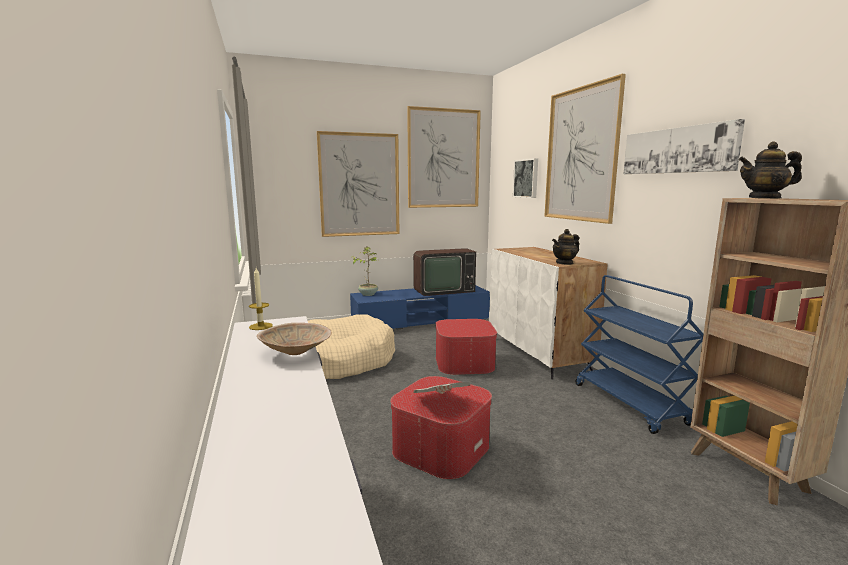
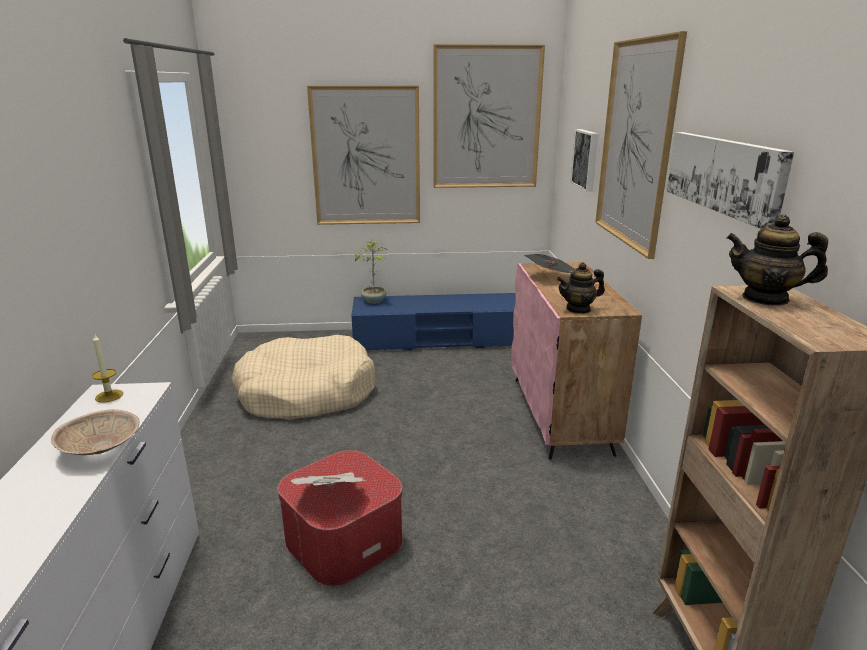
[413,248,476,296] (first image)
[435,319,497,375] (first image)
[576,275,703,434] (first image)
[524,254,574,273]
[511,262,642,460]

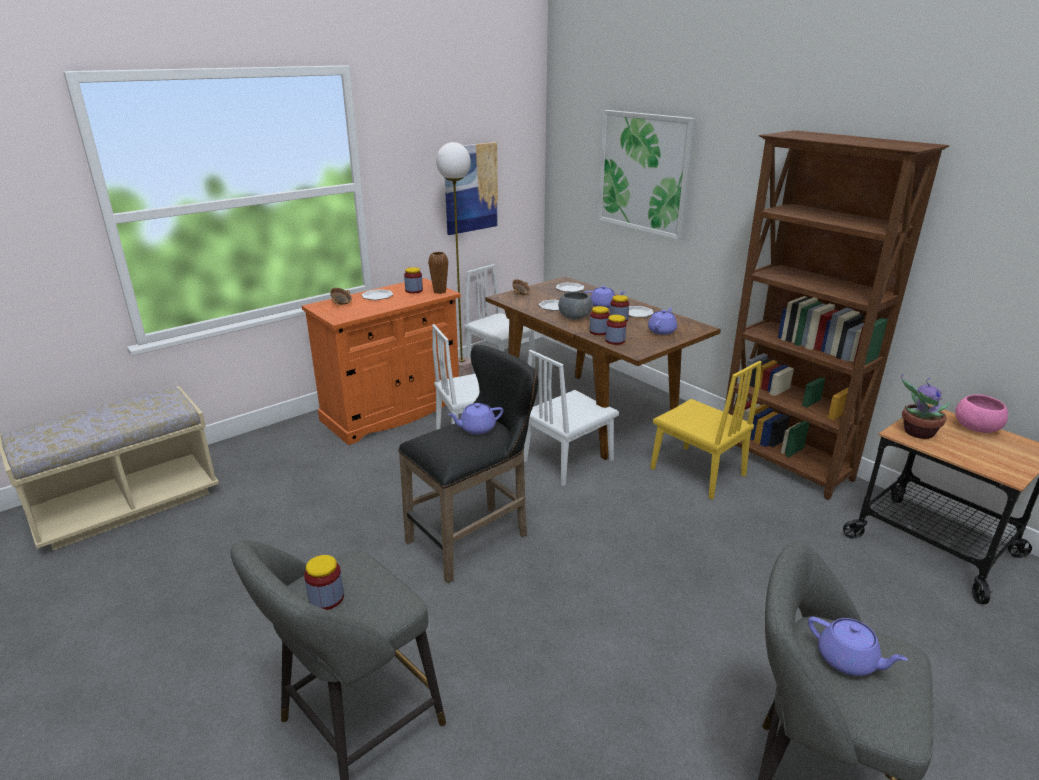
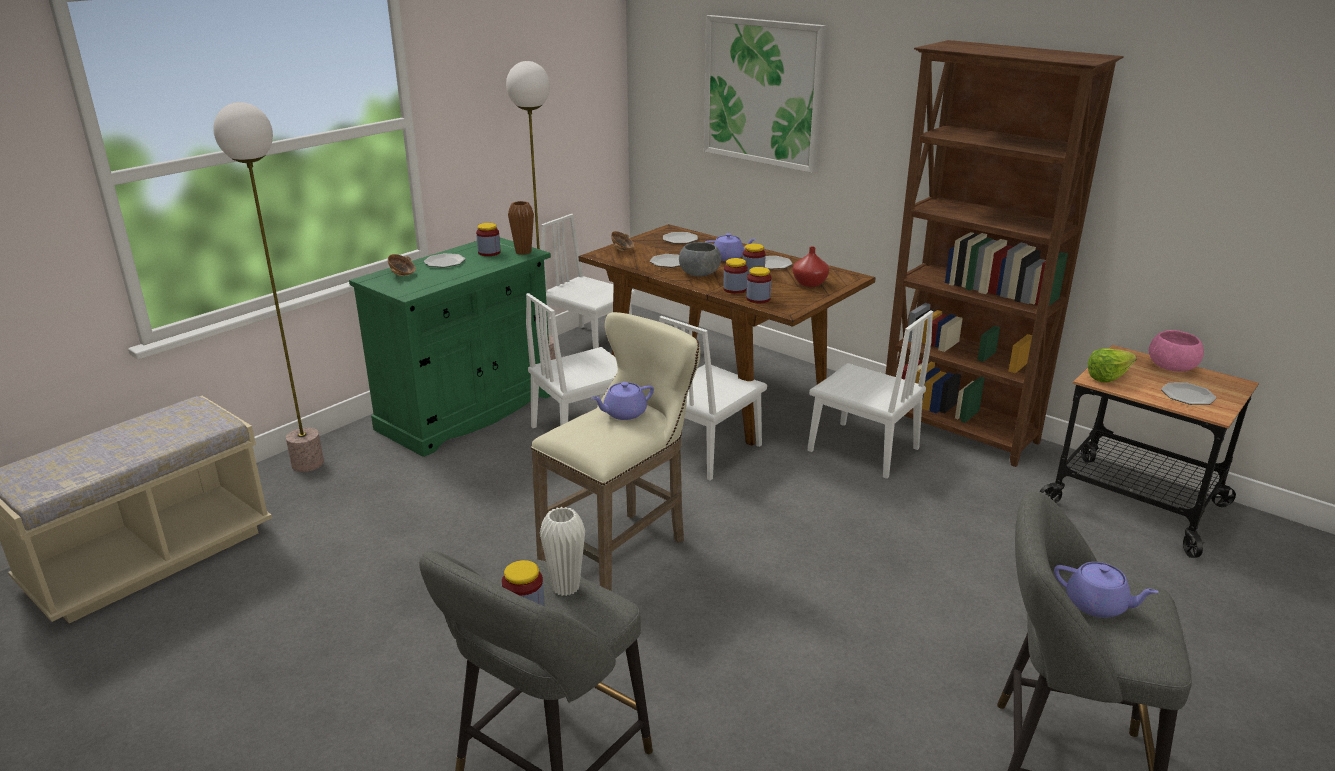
[445,142,498,235] (first image)
[213,102,324,472]
[540,507,585,596]
[1161,383,1216,405]
[793,246,829,287]
[1088,348,1137,383]
[349,237,551,457]
[531,312,700,591]
[808,310,933,479]

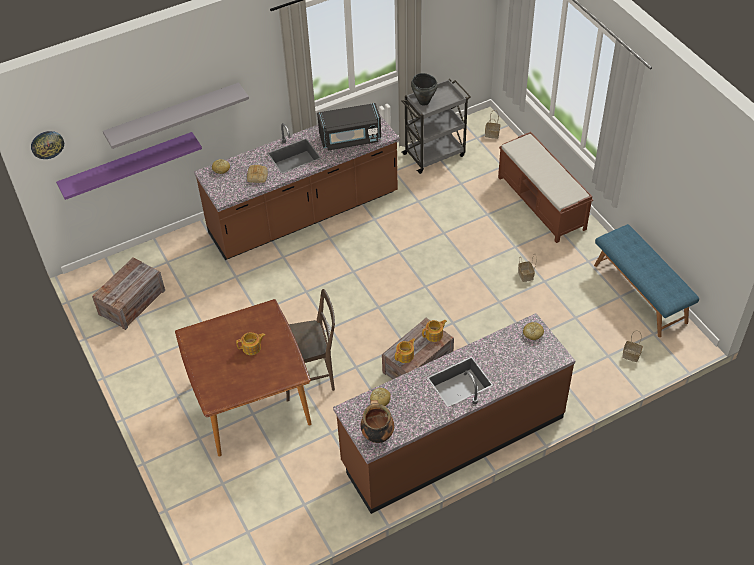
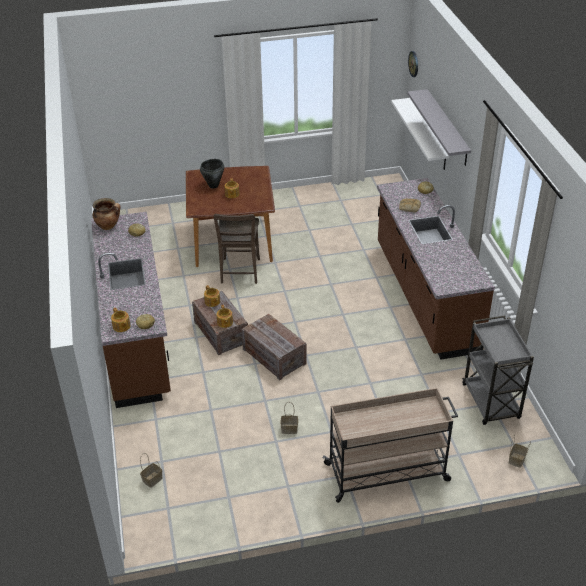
[317,103,381,151] (first image)
[594,224,699,337] (first image)
[111,308,130,332]
[242,314,307,380]
[200,159,224,189]
[322,388,458,503]
[391,98,449,170]

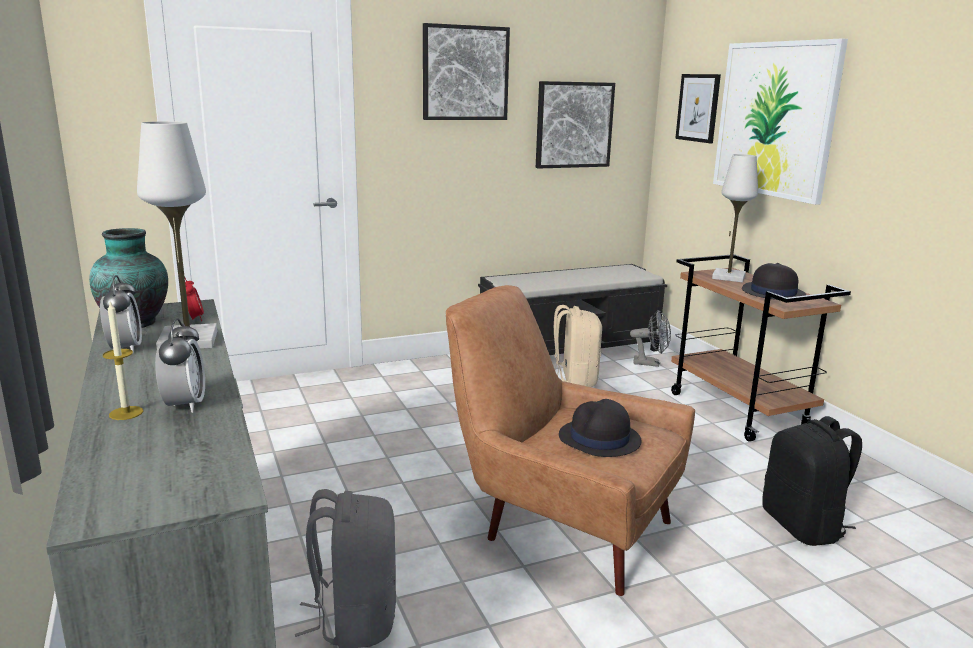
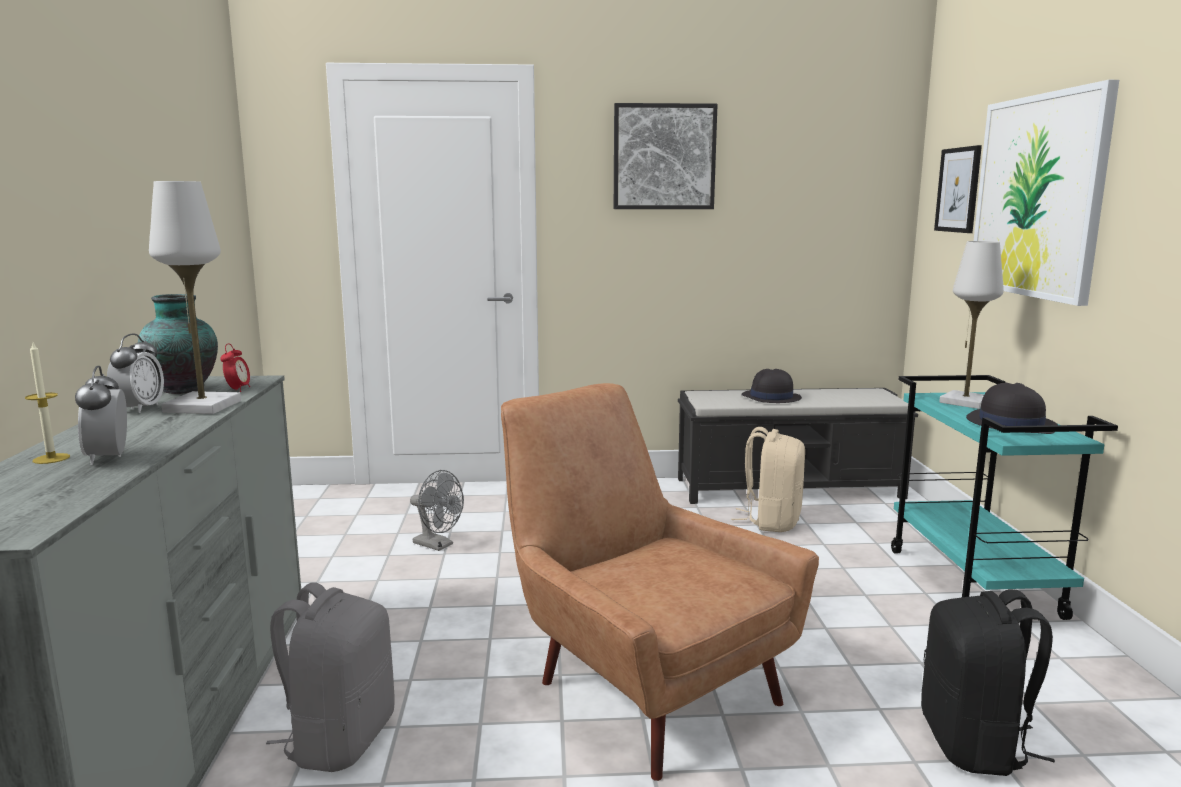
[536,81,615,169] (first image)
[742,369,802,403]
[410,470,464,551]
[891,375,1118,620]
[75,366,127,465]

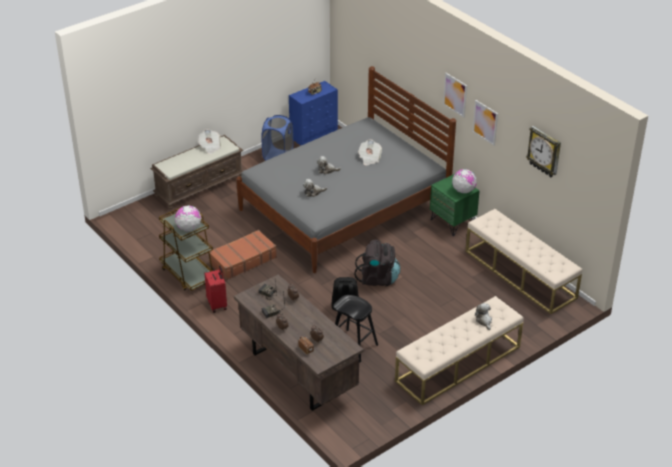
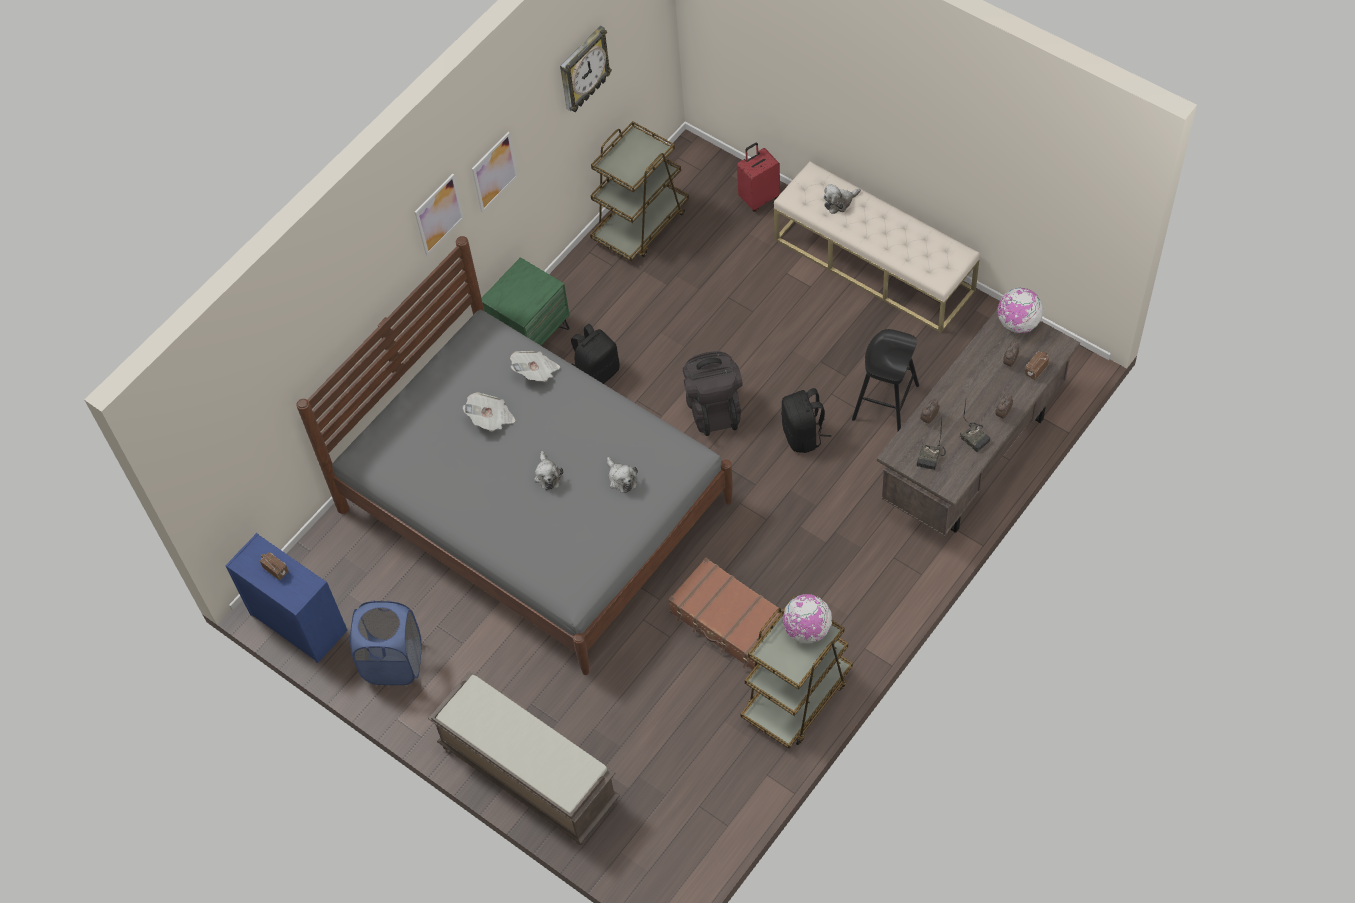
[571,324,620,384]
[510,351,560,382]
[737,142,780,212]
[998,288,1043,333]
[590,121,689,261]

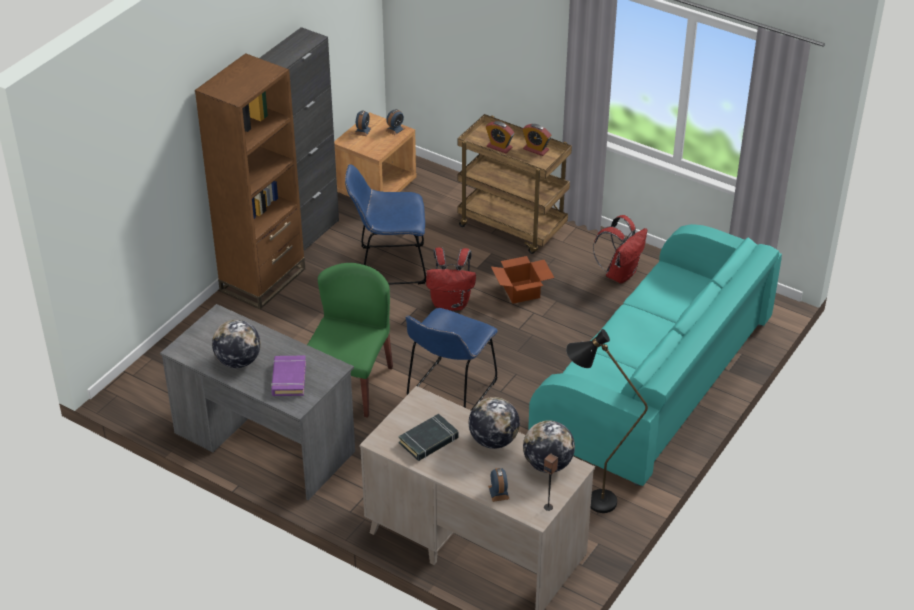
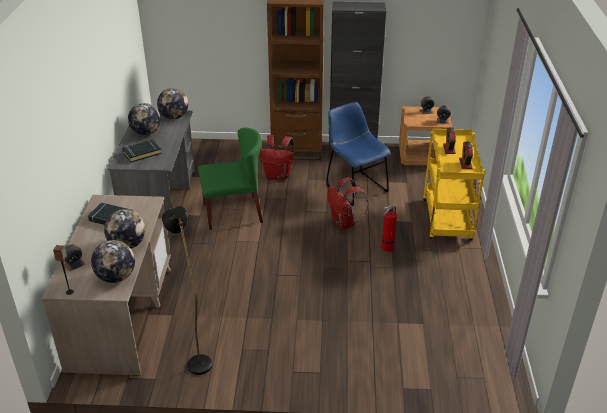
[406,308,498,411] (first image)
[528,224,782,486] (first image)
[157,88,188,119]
[260,135,294,180]
[382,205,397,252]
[122,139,162,163]
[423,129,485,240]

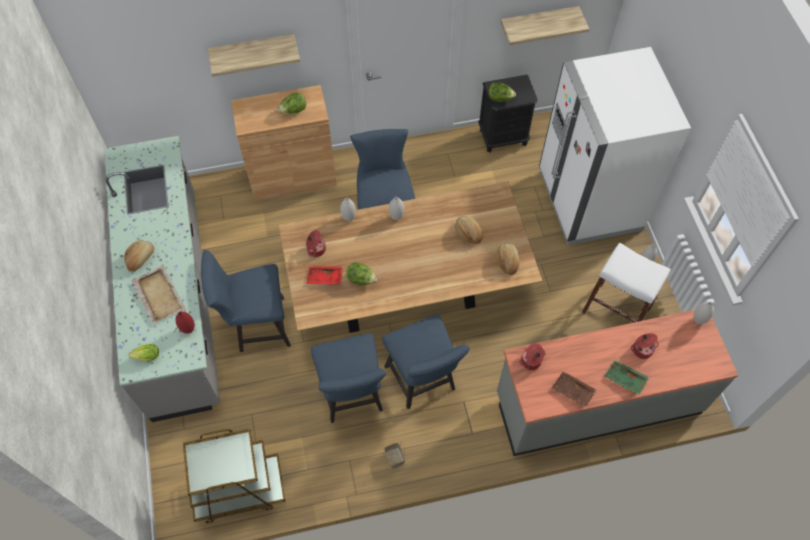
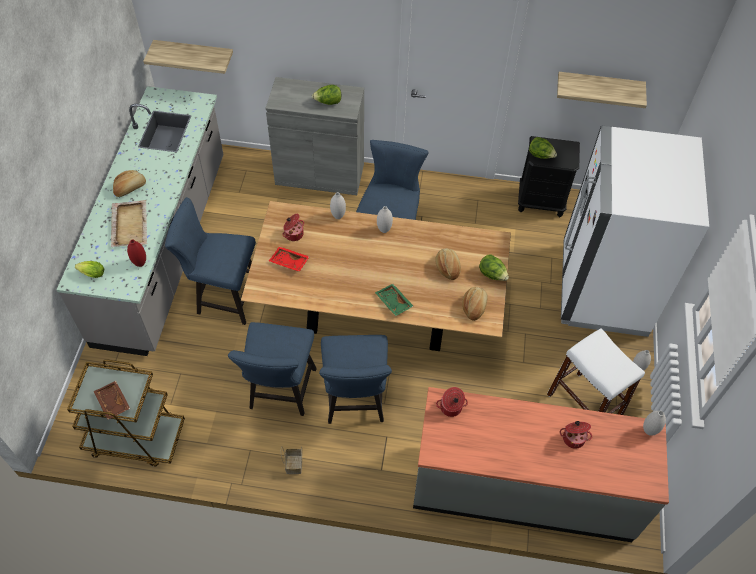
[143,40,233,74]
[479,254,509,281]
[94,381,130,420]
[375,284,413,316]
[265,77,364,195]

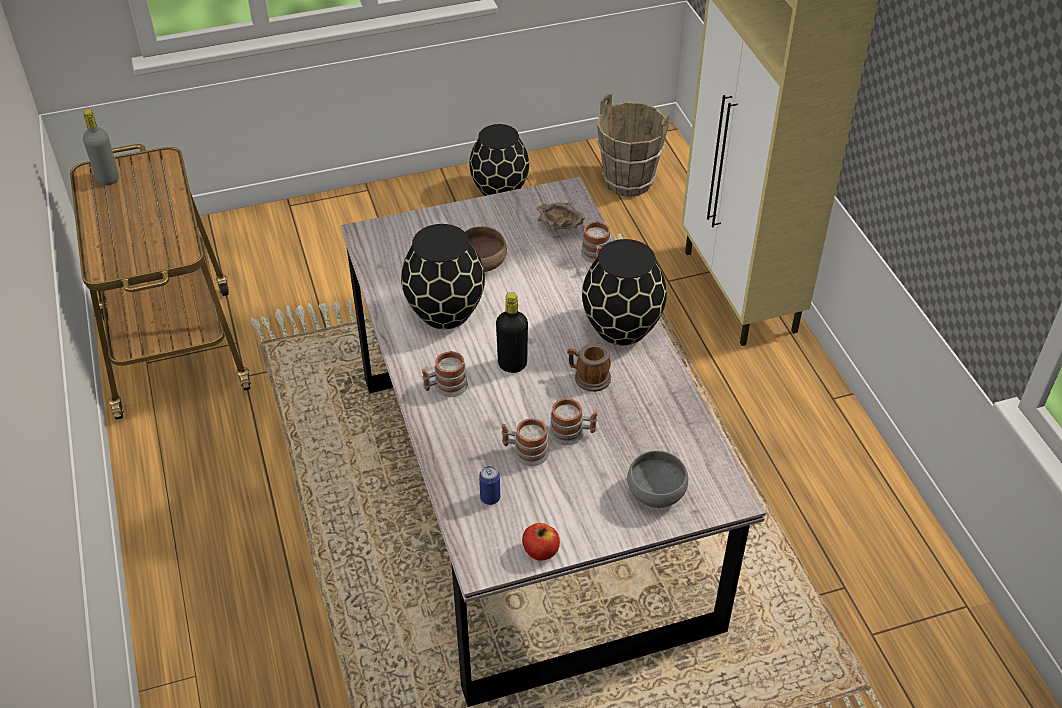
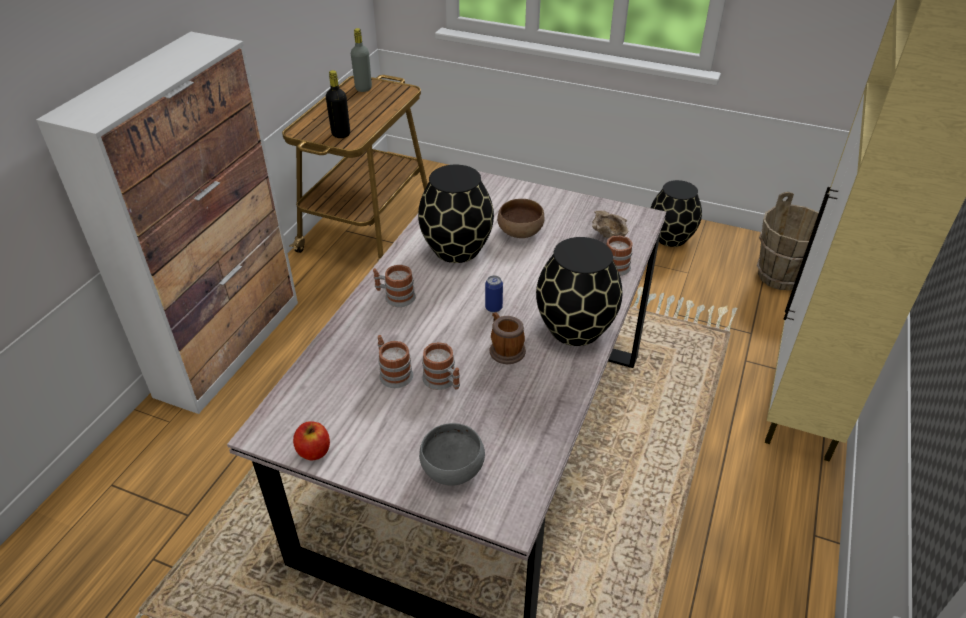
[36,32,298,414]
[485,275,503,313]
[326,70,350,138]

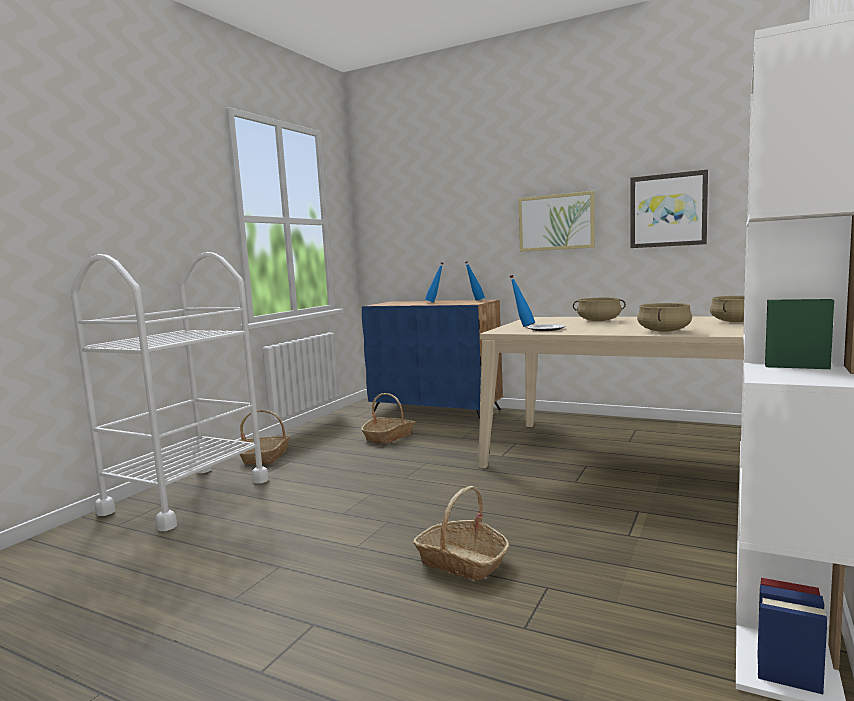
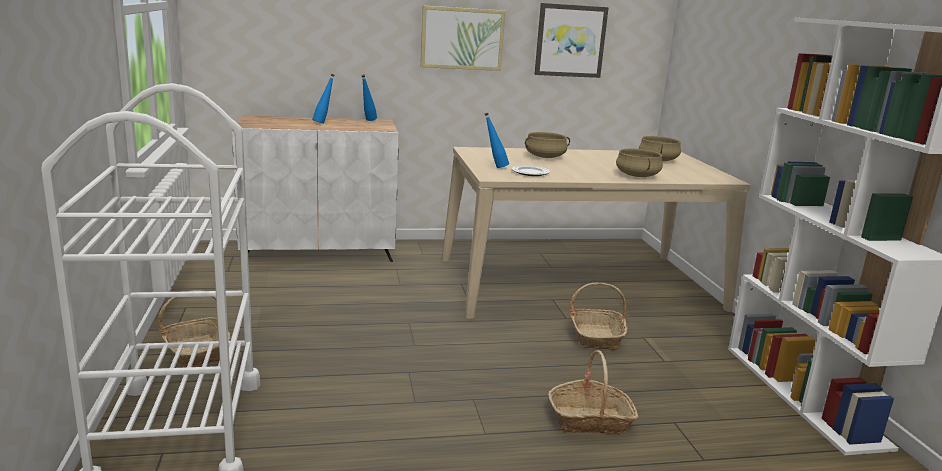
[570,283,628,350]
[232,115,398,262]

